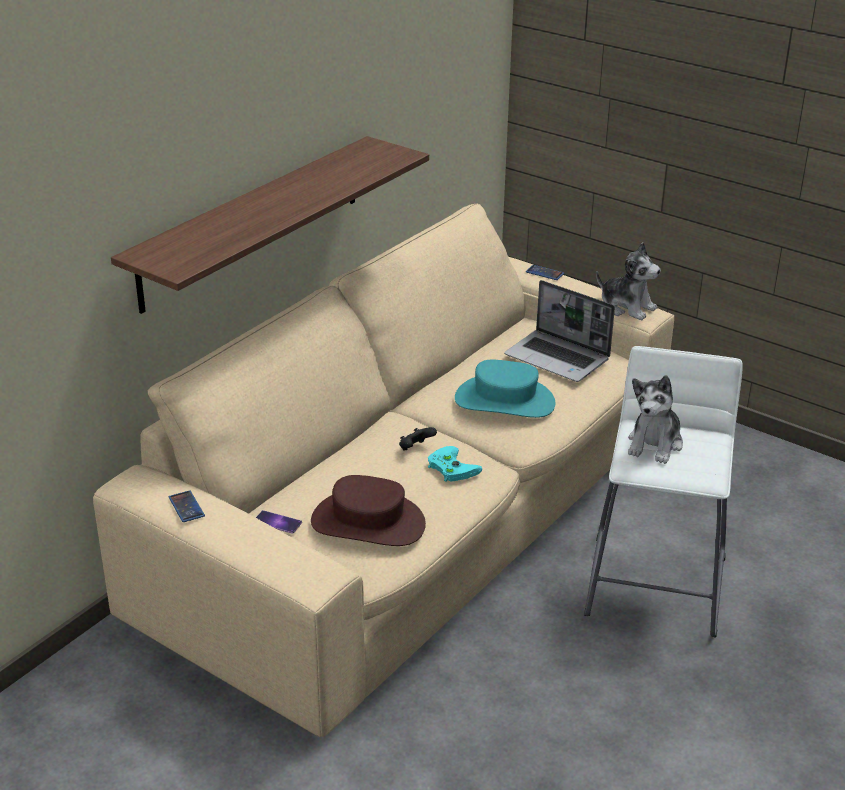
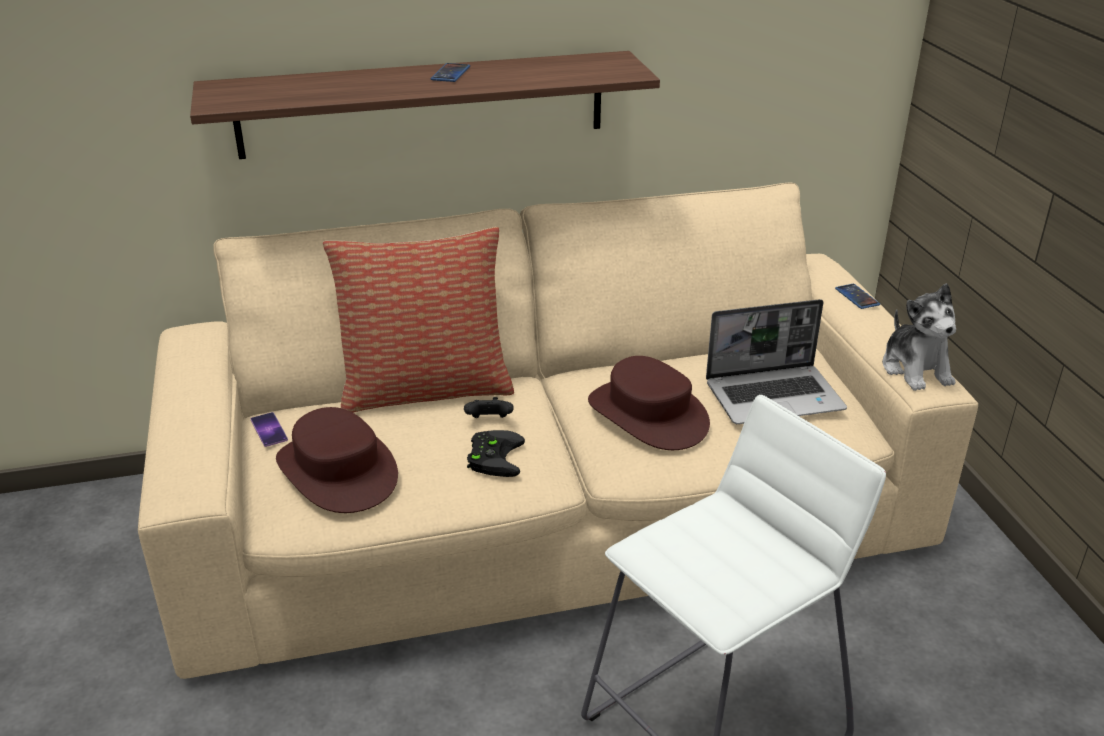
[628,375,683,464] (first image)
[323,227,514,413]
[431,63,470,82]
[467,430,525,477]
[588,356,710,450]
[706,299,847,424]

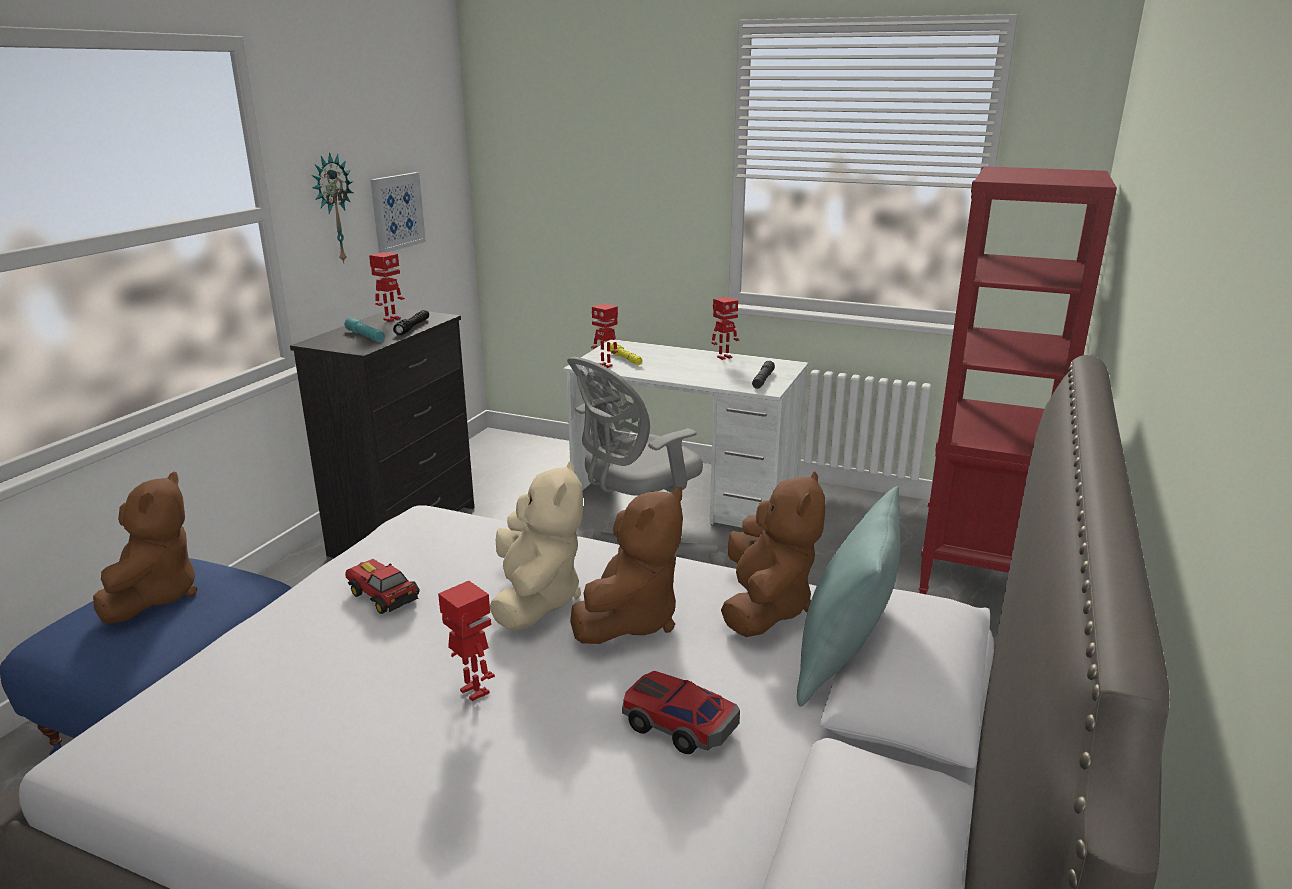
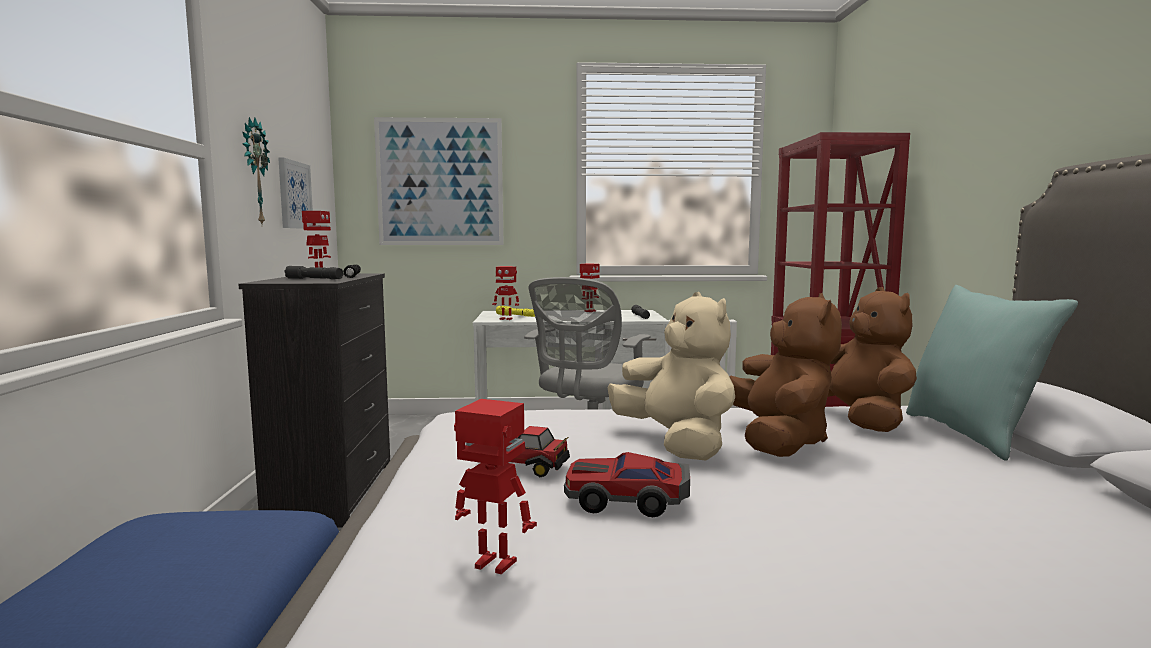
[93,472,198,624] (first image)
[374,117,504,245]
[454,399,537,574]
[564,452,690,517]
[284,266,343,279]

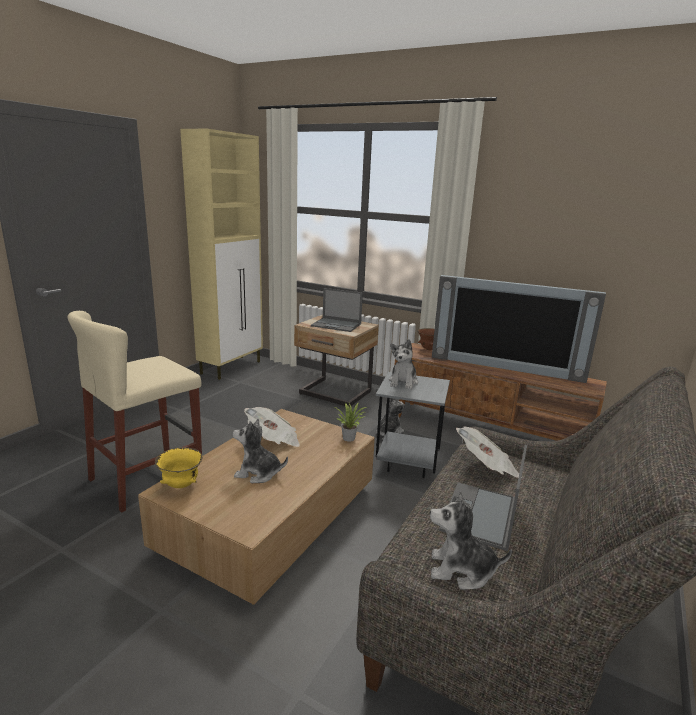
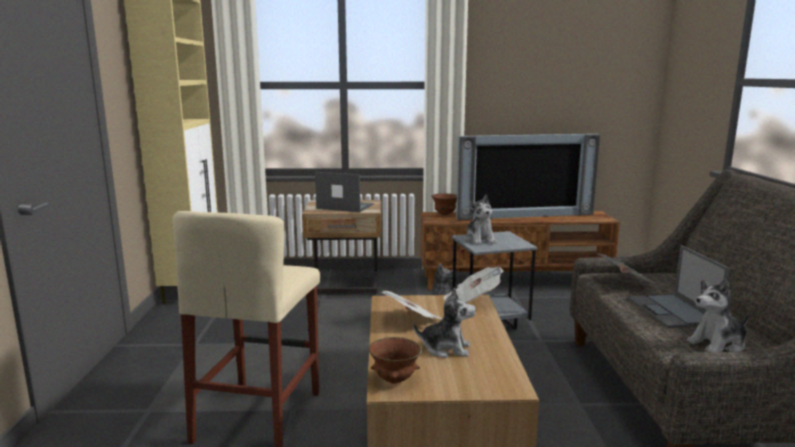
[443,267,504,303]
[369,337,423,384]
[413,287,476,358]
[315,172,374,212]

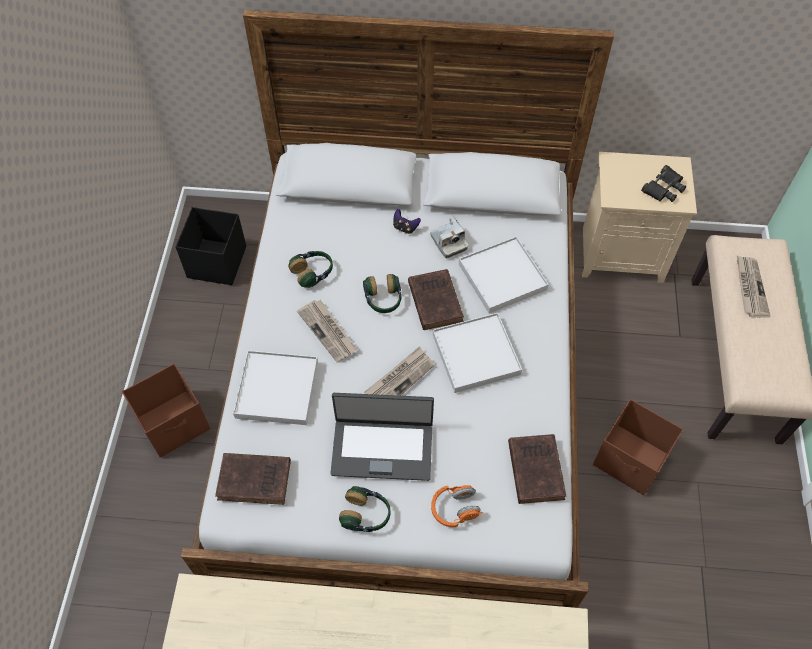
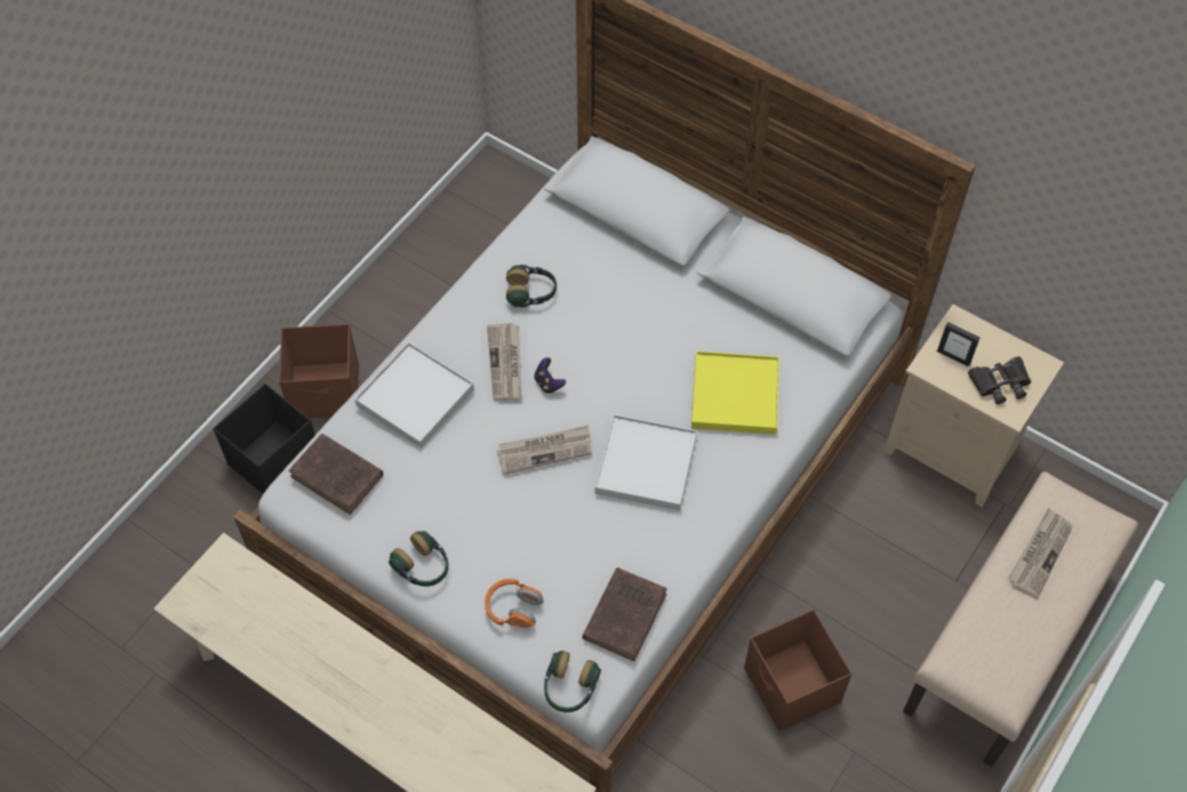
[330,393,434,481] (first image)
[408,269,464,330] (first image)
[430,216,468,259] (first image)
[937,322,980,367]
[213,383,315,494]
[544,651,601,712]
[534,358,566,394]
[691,351,779,435]

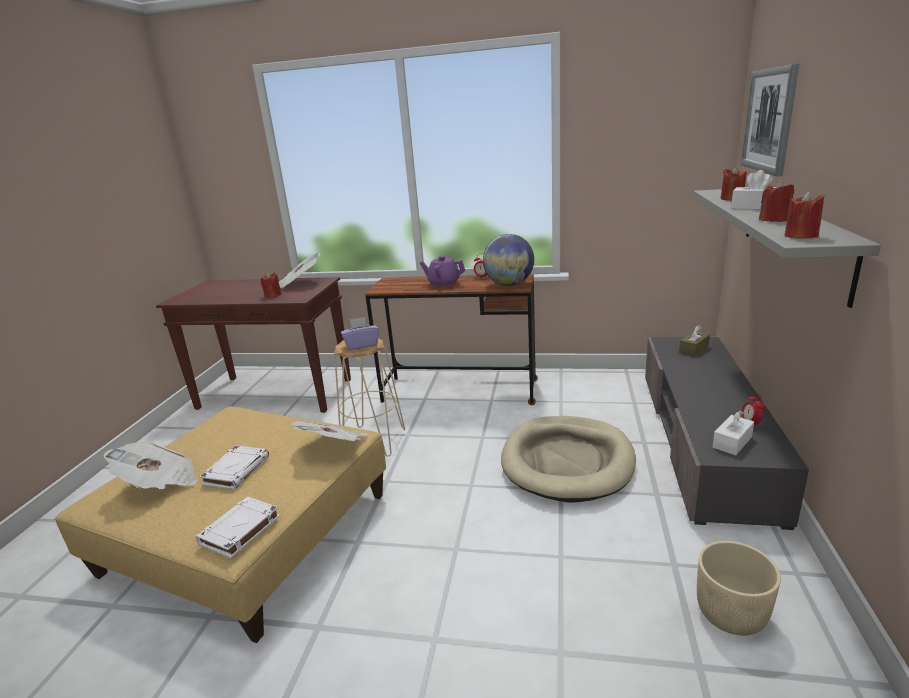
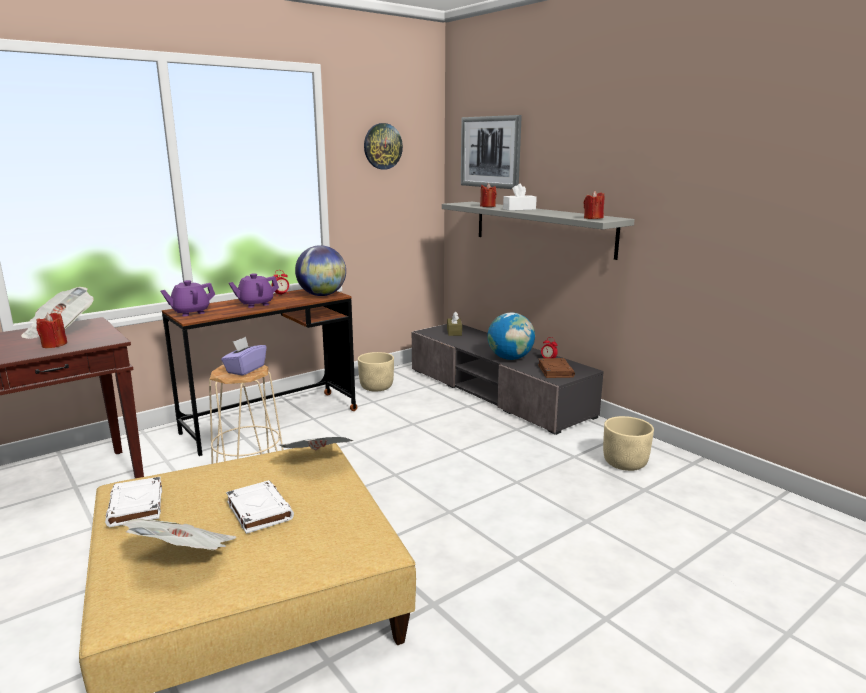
[501,416,636,502] (first image)
[759,180,794,222] (first image)
[160,280,215,316]
[358,352,394,392]
[364,123,403,170]
[487,312,535,360]
[105,477,162,527]
[538,358,575,378]

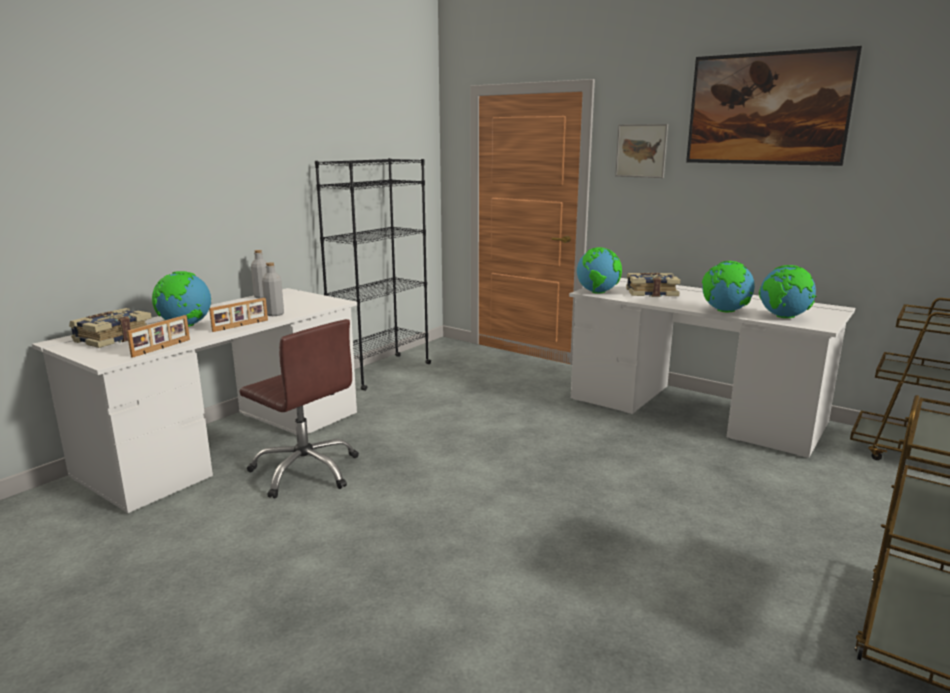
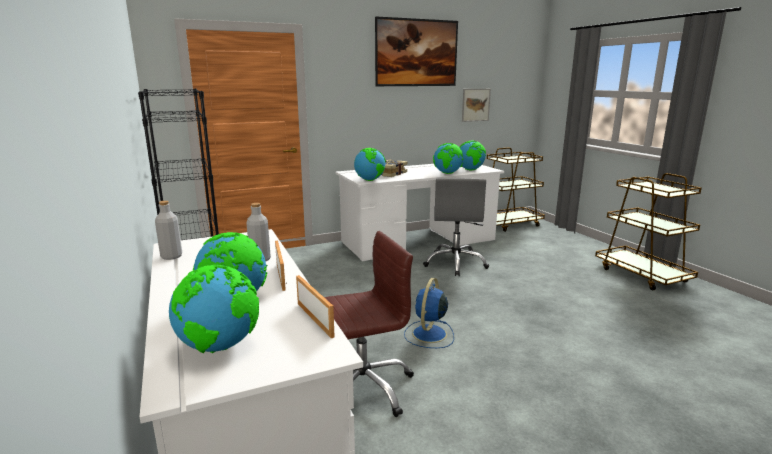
[404,278,454,348]
[423,178,489,276]
[462,89,491,122]
[169,265,259,353]

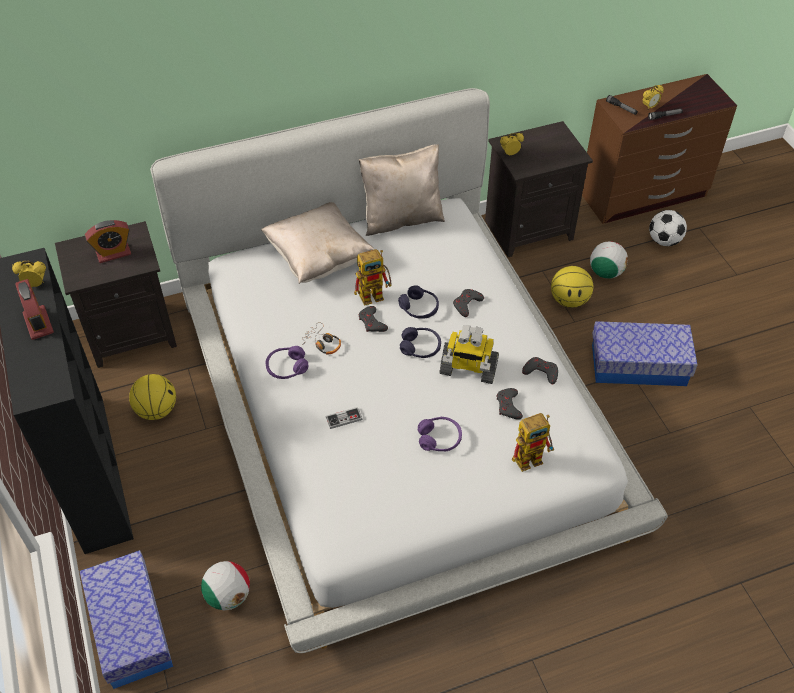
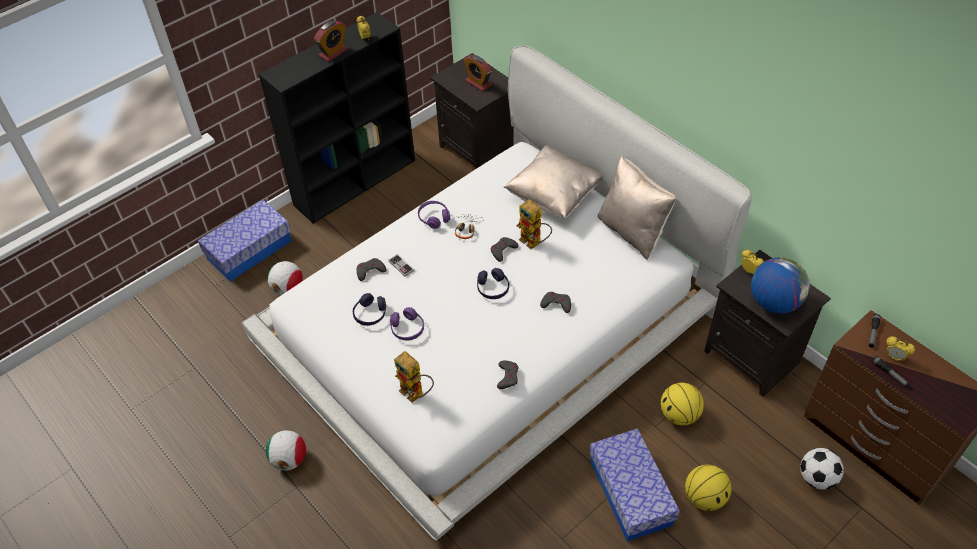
[439,325,499,384] (first image)
[751,257,810,314]
[685,465,732,511]
[353,293,386,326]
[357,258,386,281]
[266,430,306,471]

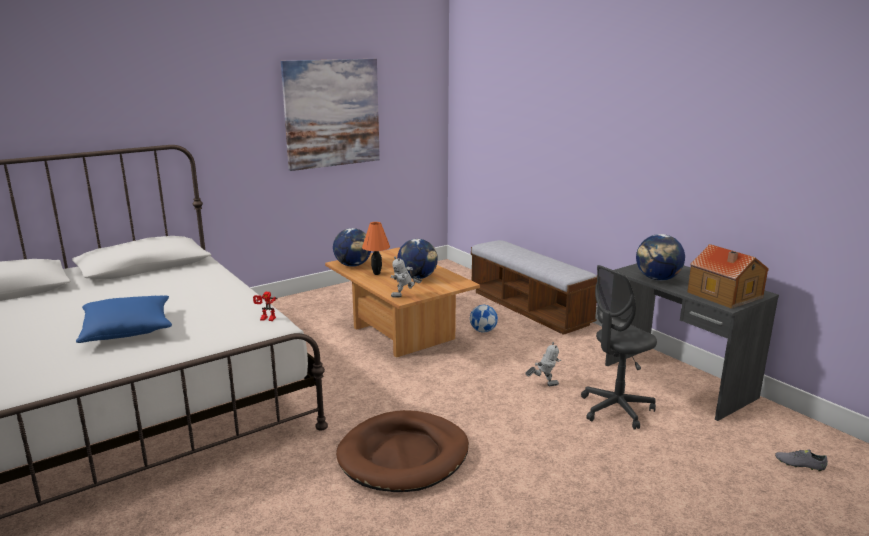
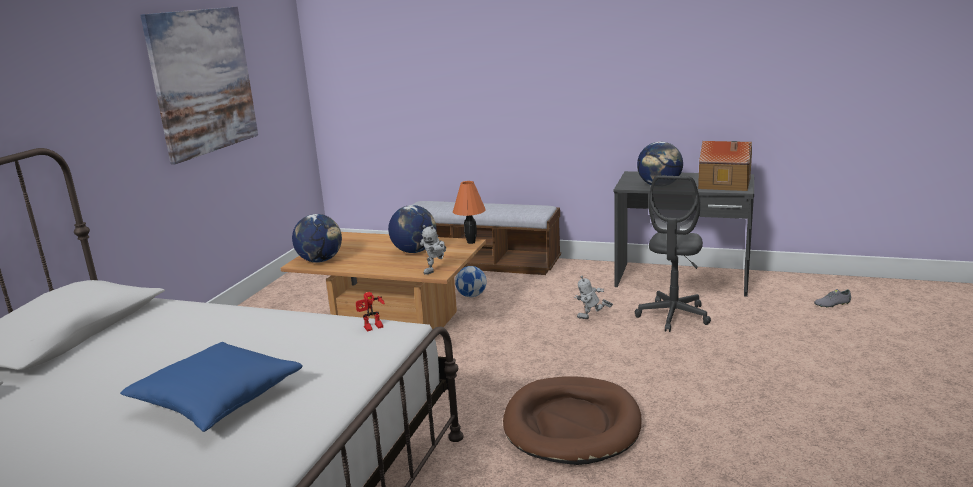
[453,181,486,244]
[574,276,613,319]

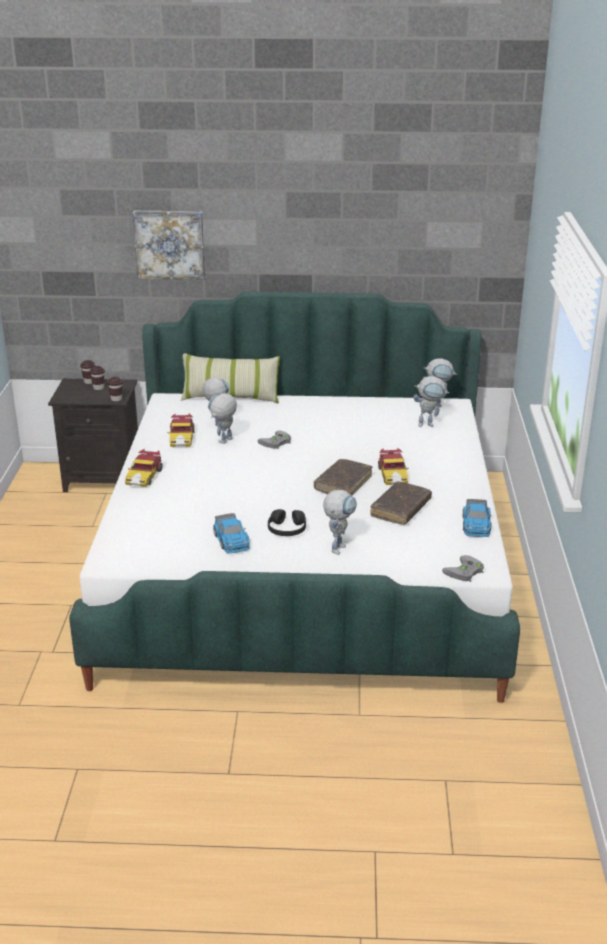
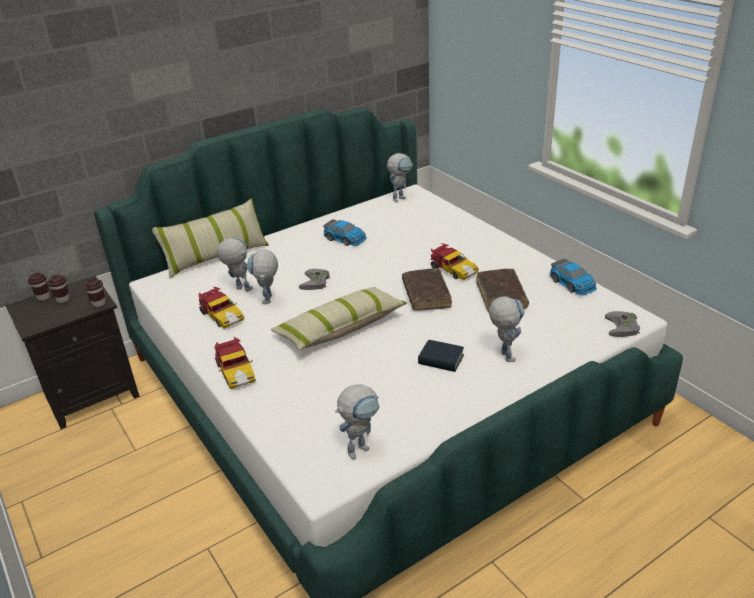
[132,211,205,280] (first image)
[271,287,407,350]
[323,219,367,246]
[335,384,380,460]
[418,340,464,372]

